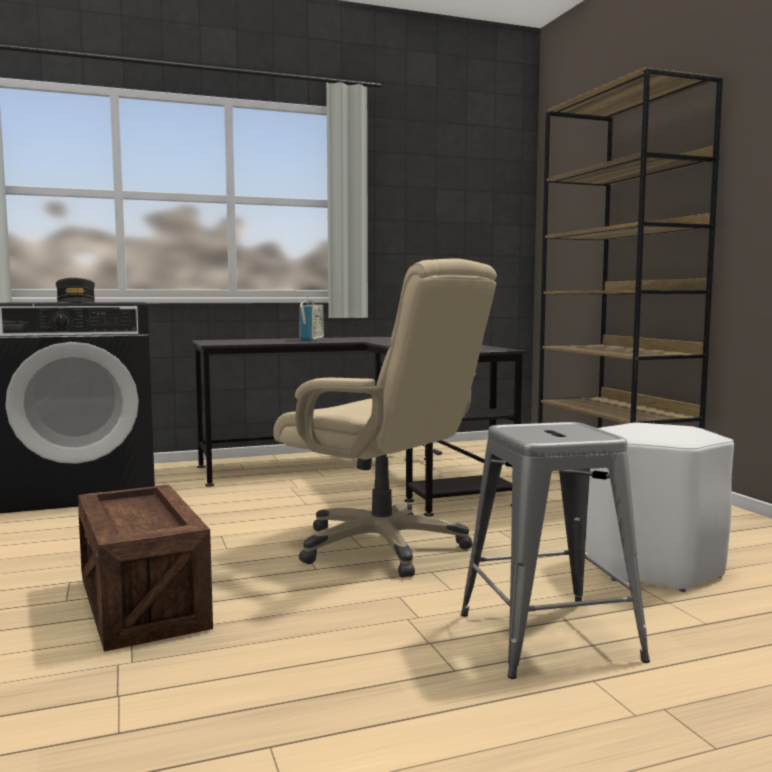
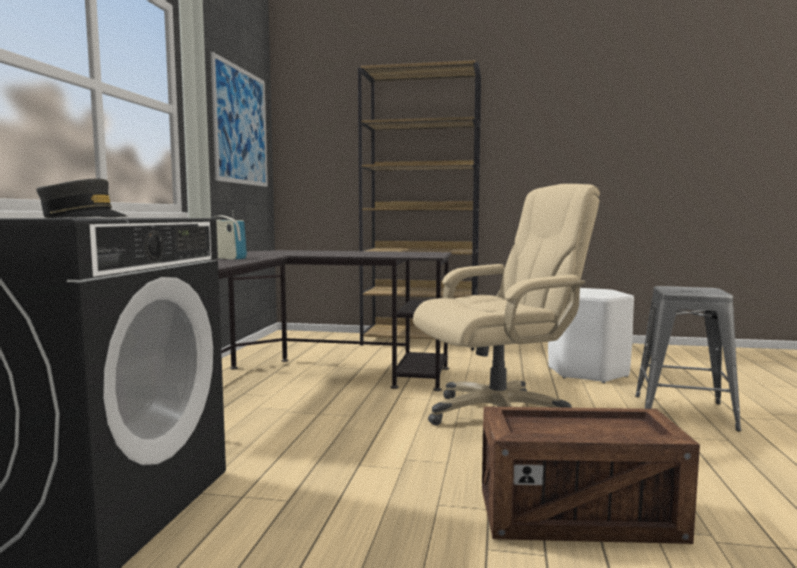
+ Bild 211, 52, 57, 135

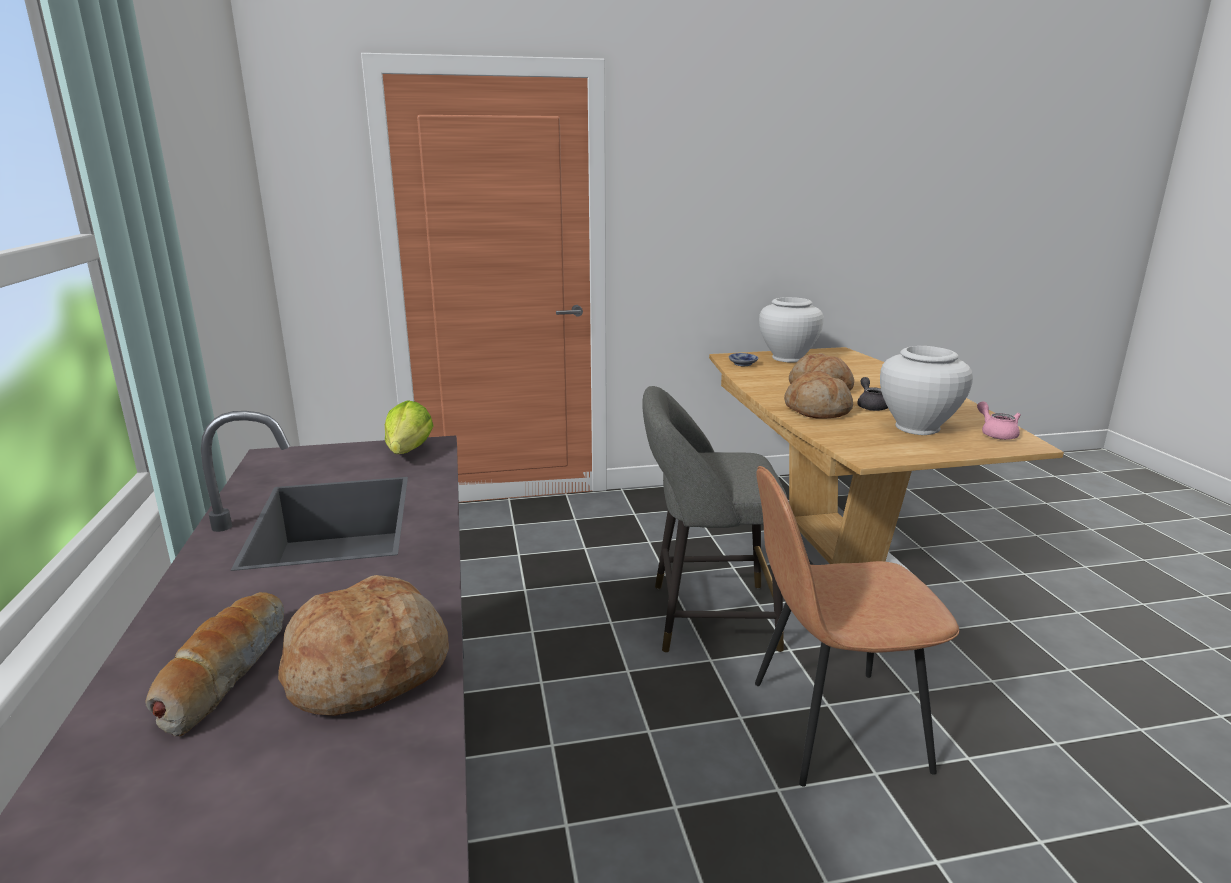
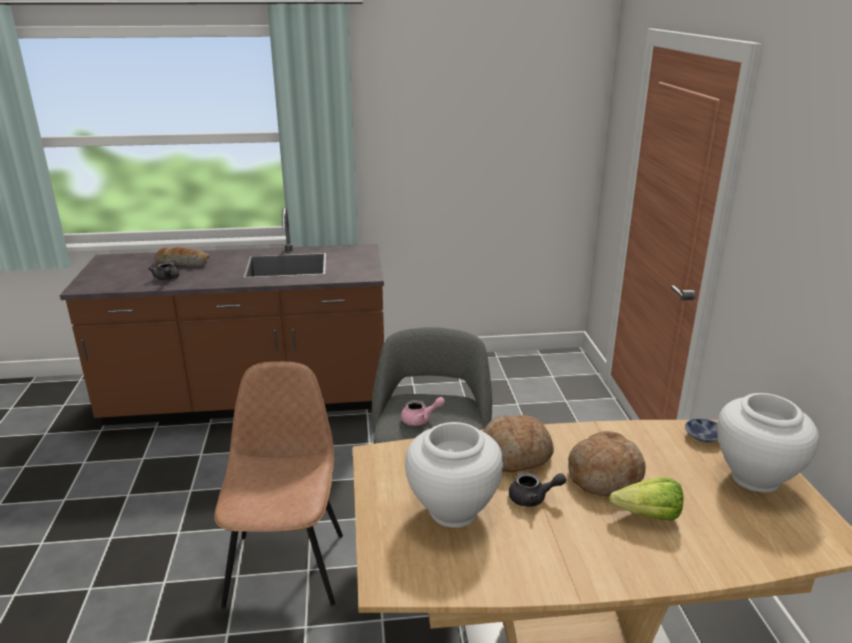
~ Salatkopf 385, 400, 49, 54 to 609, 477, 75, 44
~ Teekanne/rosa 977, 401, 44, 39 to 401, 397, 44, 29
~ Brot 278, 575, 171, 141 to Teekanne/grau 149, 262, 30, 18

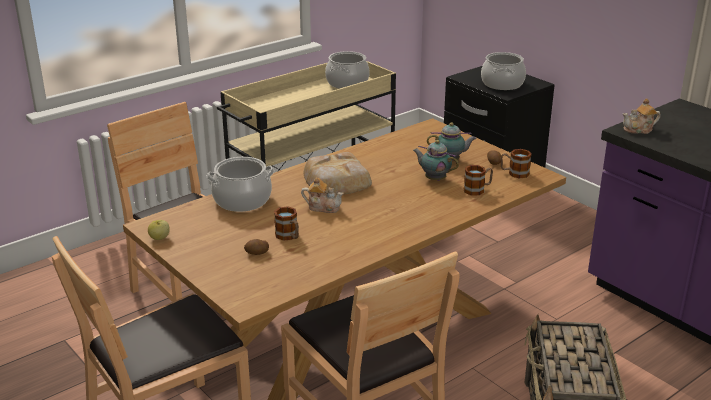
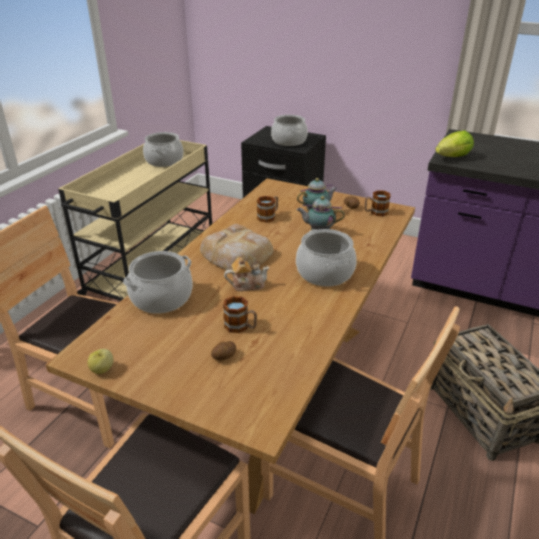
+ Kochtopf 296, 229, 61, 58
~ Henkelbecher 464, 165, 29, 30 to 257, 196, 21, 27
~ Teekanne 623, 98, 38, 36 to Salatkopf 435, 130, 39, 27

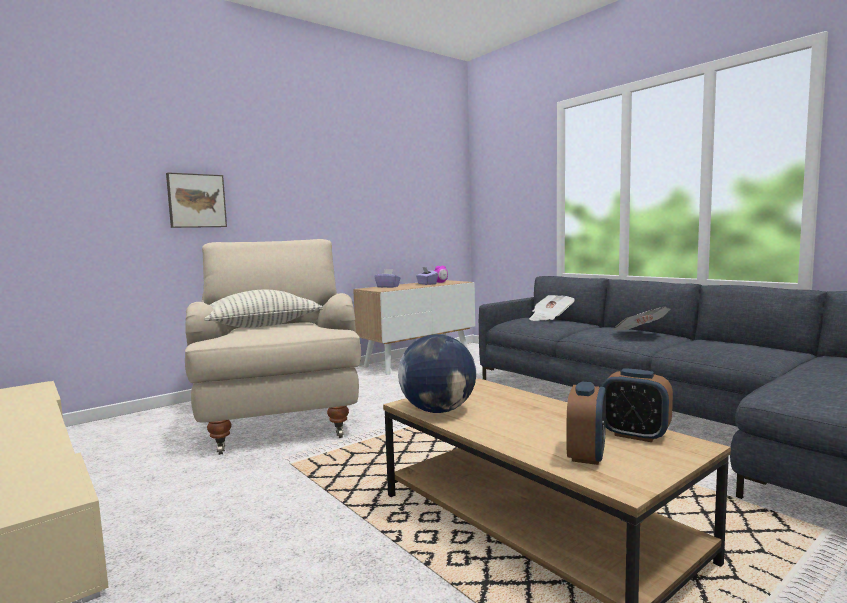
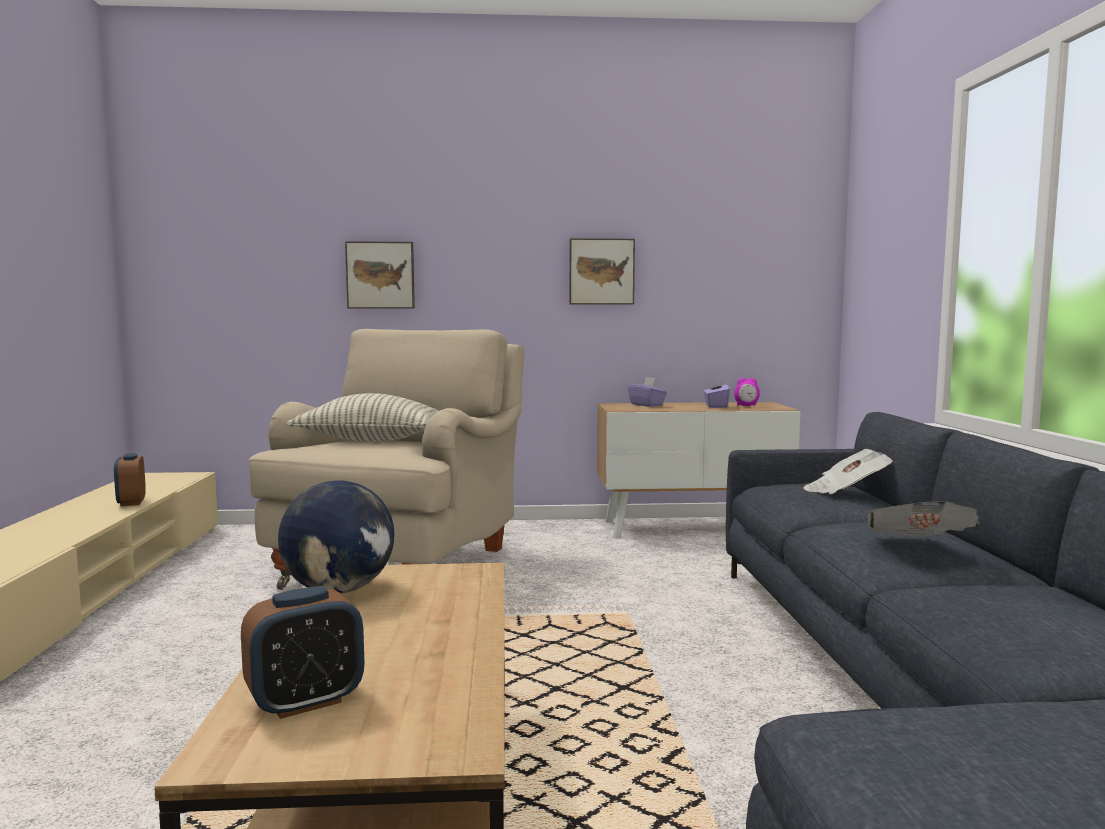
+ Bild 569, 238, 66, 66
~ Wecker 602, 368, 71, 74 to 114, 453, 32, 53

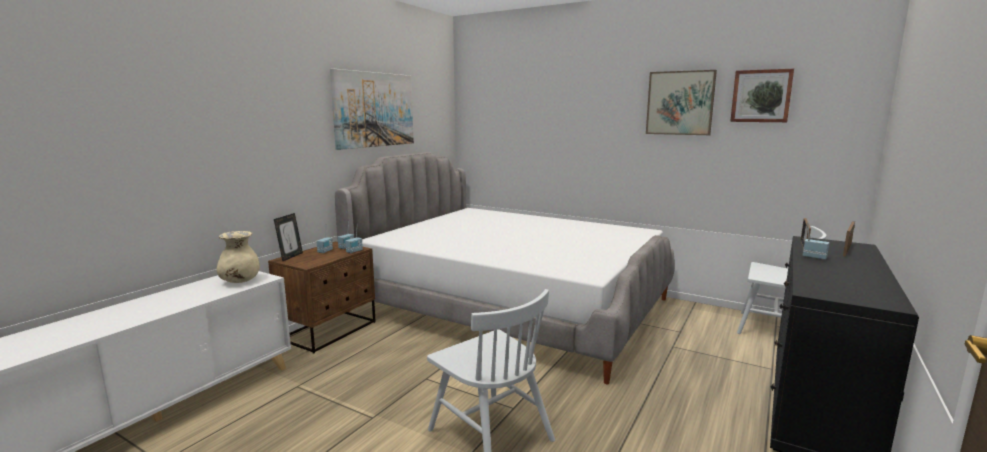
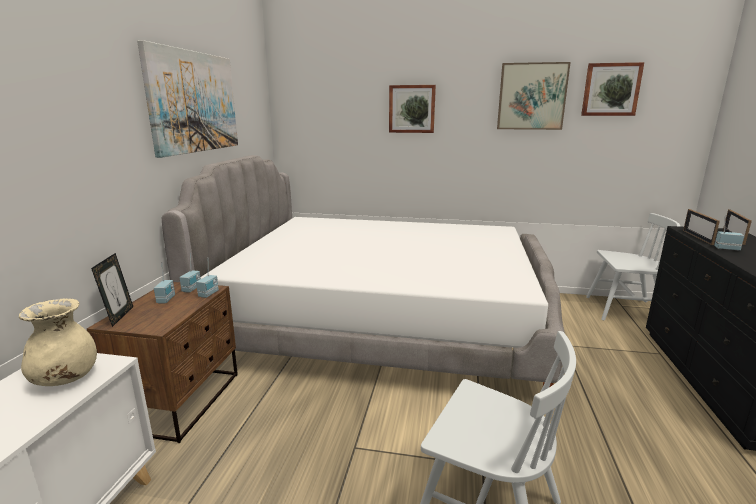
+ Bild 389, 85, 47, 48

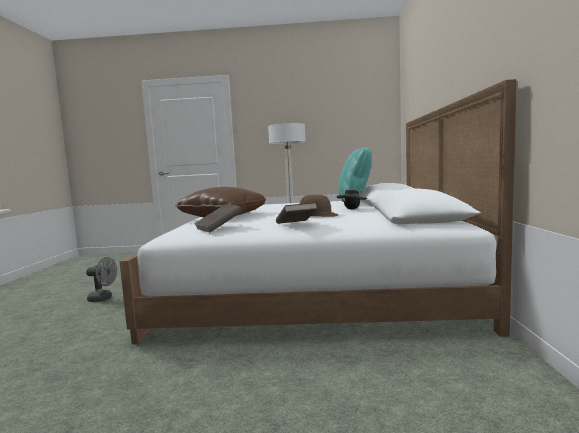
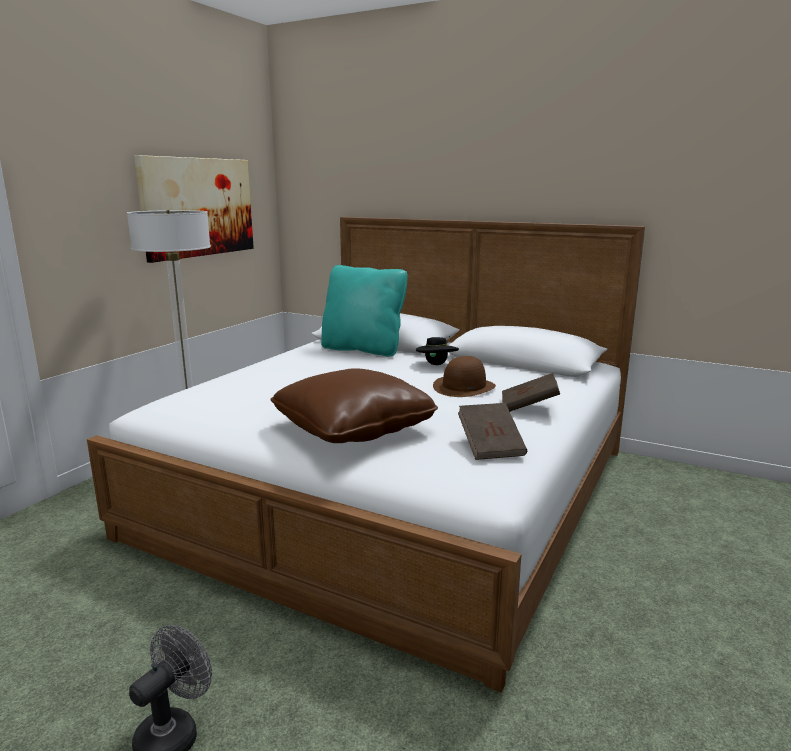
+ Bild 134, 155, 120, 108

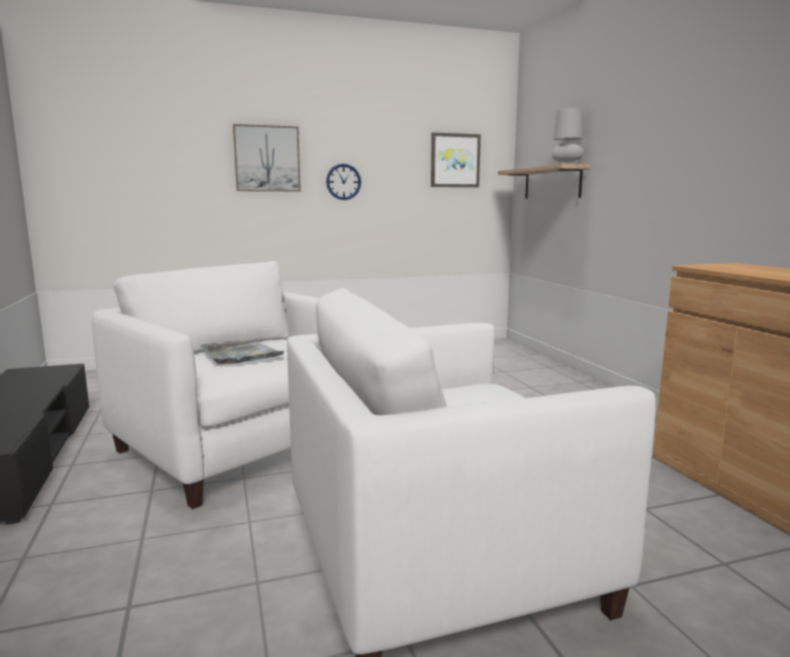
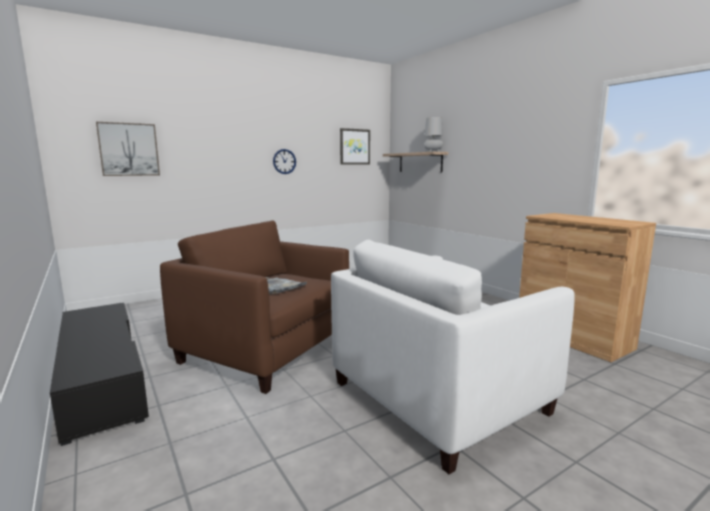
~ Bild 233, 124, 68, 67 to 96, 122, 64, 54
~ Sessel/weiß 92, 261, 228, 248 to Sessel/braun 160, 220, 189, 174

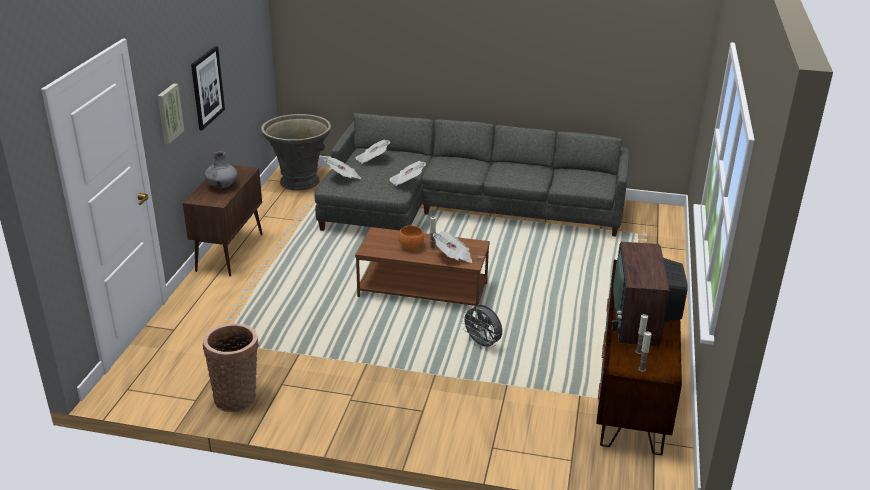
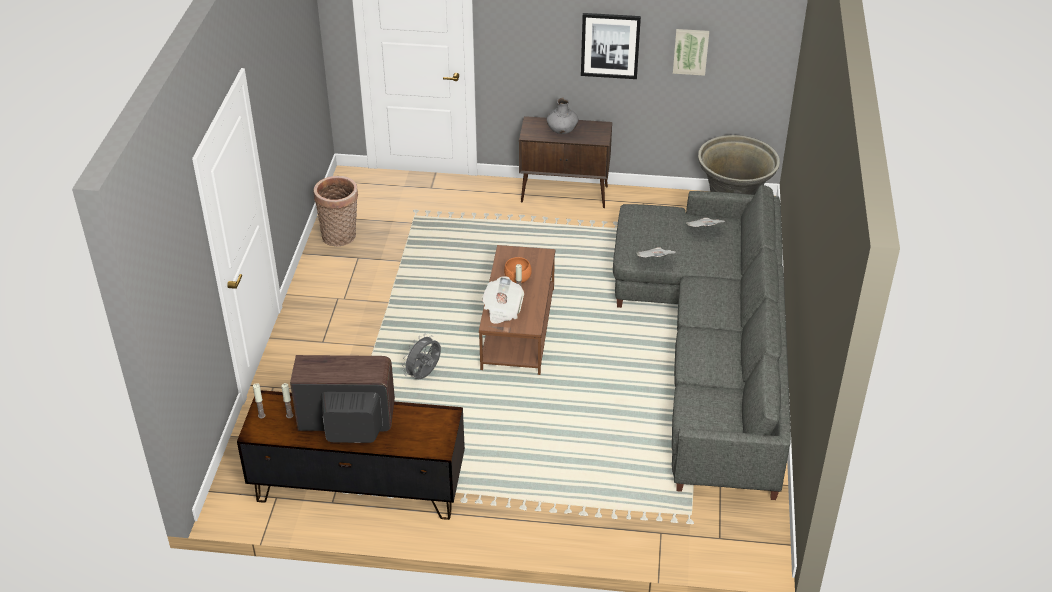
- Zeitung 324, 158, 38, 21
~ Bild 158, 83, 26, 61 to 673, 29, 36, 47

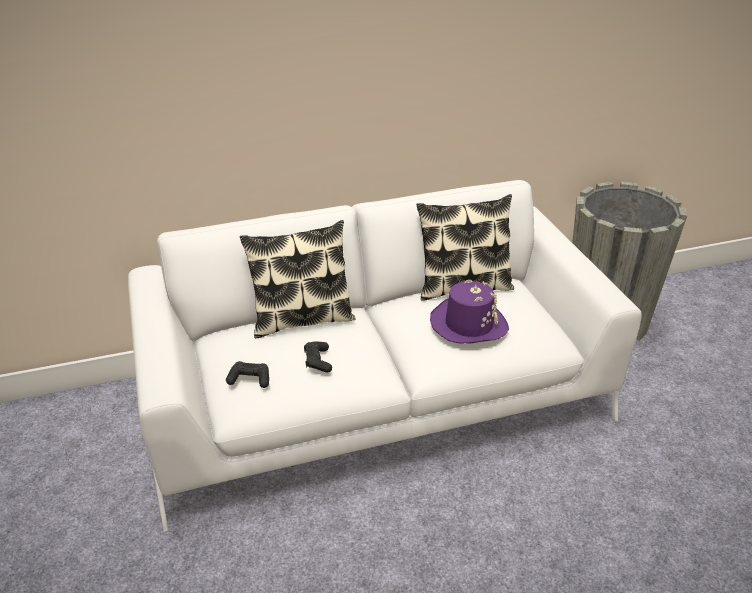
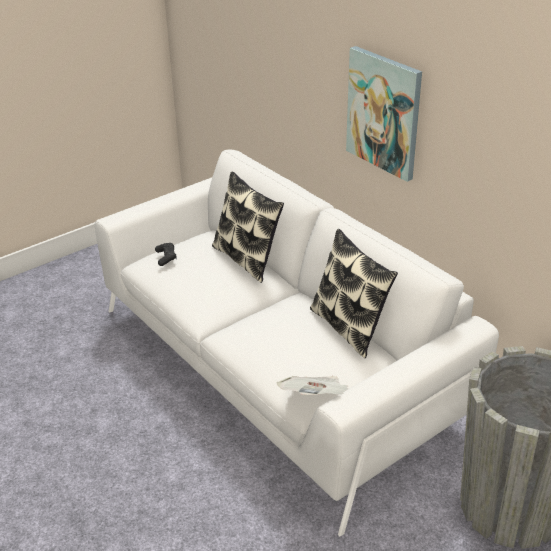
- Gamepad/schwarz 304, 341, 28, 32
- Hut/lila 430, 279, 79, 65
+ Zeitung 276, 376, 73, 19
+ Bild 346, 46, 76, 136

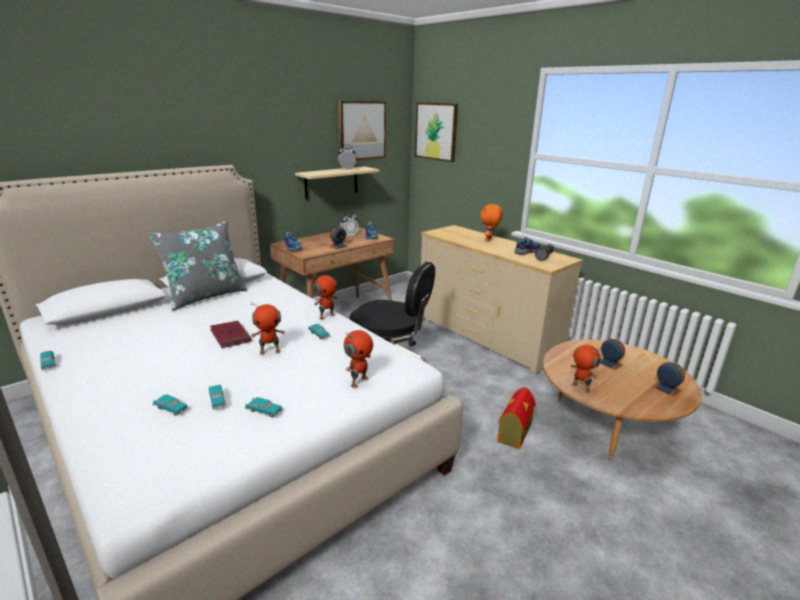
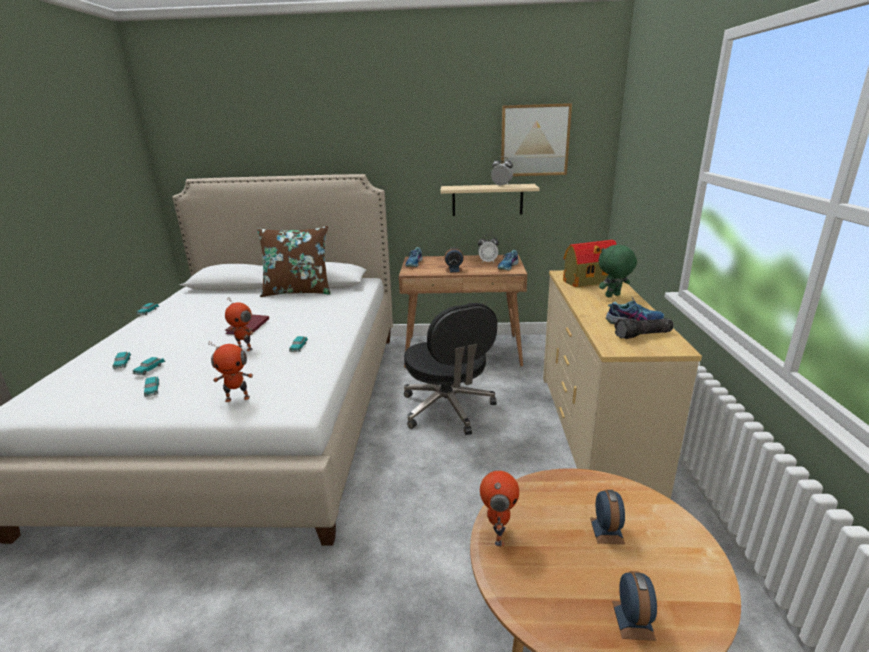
- Spielzeugroboter 313, 274, 25, 46
- Bild 415, 102, 43, 60
~ Spielzeughaus 497, 387, 39, 62 to 563, 240, 54, 48
~ Kissen/grau 149, 221, 98, 90 to Kissen/braun 257, 226, 74, 71
~ Plüschtier/orange 480, 204, 23, 37 to Plüschtier/grün 599, 245, 38, 52

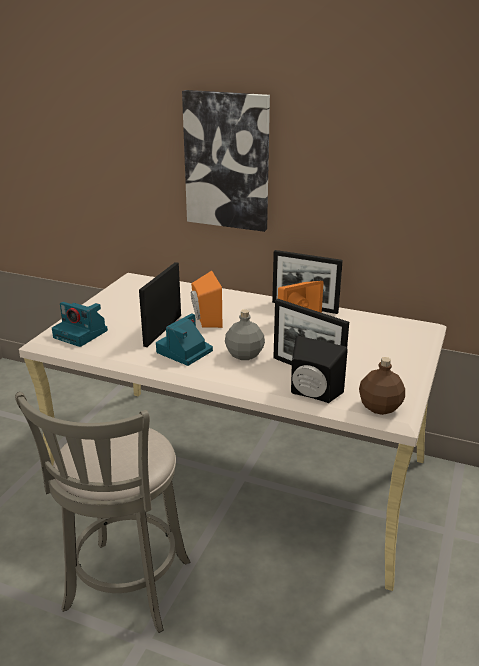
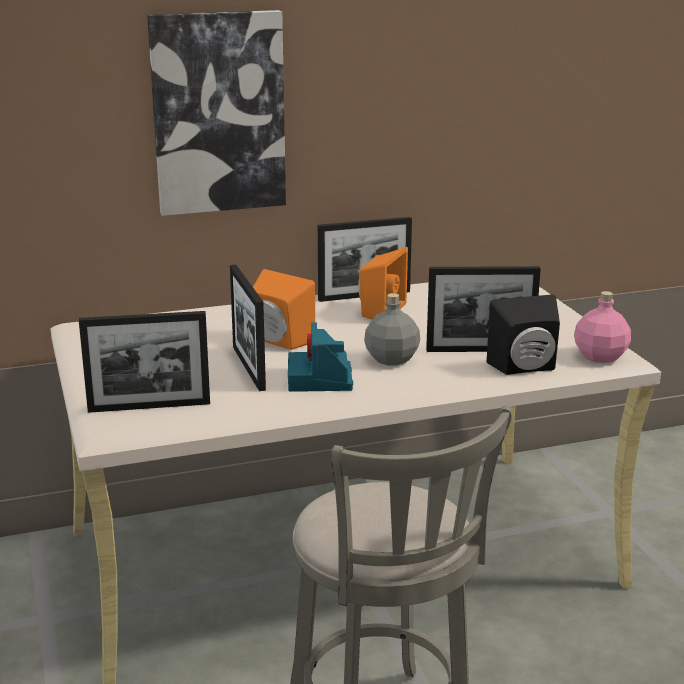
~ Kamera 52, 302, 56, 45 to Bilderrahmen 79, 311, 131, 102
~ Flasche/braun 359, 357, 46, 58 to Flasche/rosa 574, 291, 57, 72

